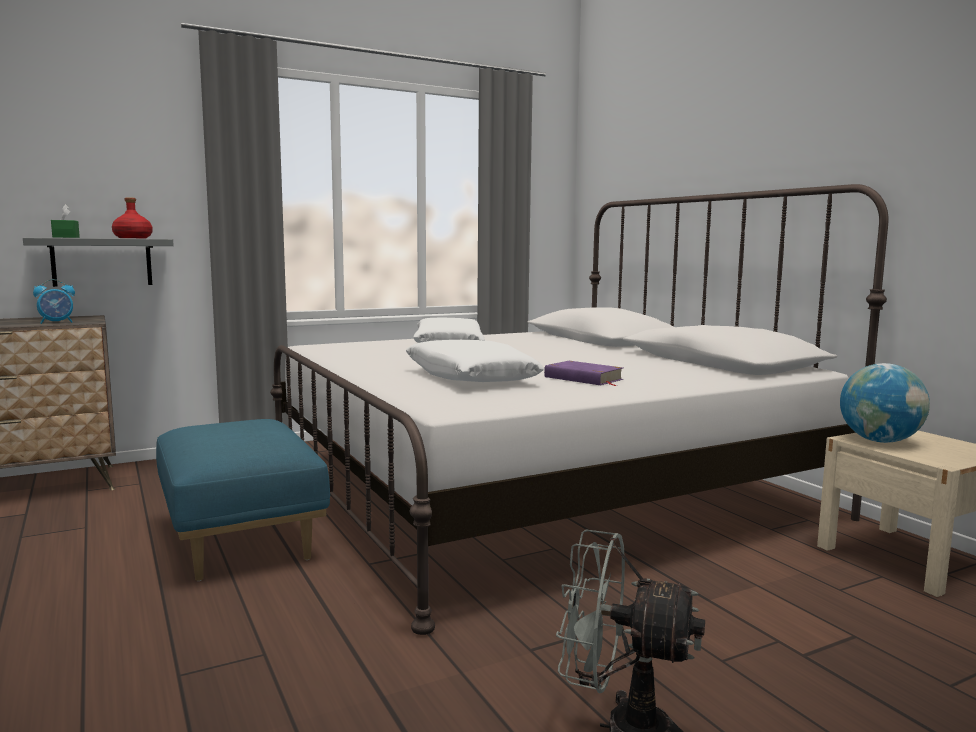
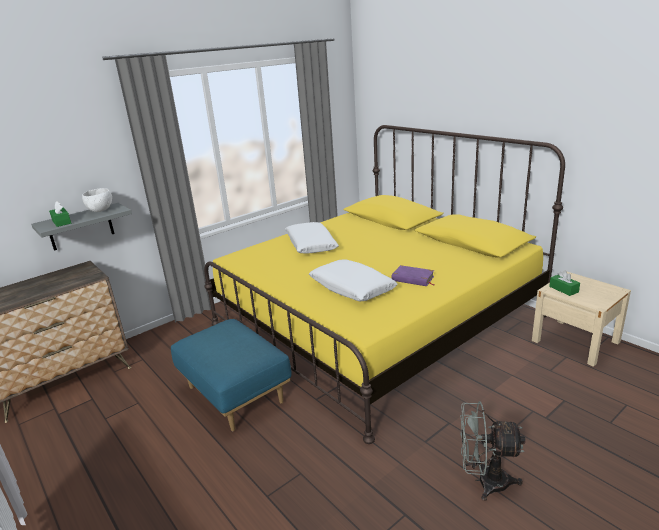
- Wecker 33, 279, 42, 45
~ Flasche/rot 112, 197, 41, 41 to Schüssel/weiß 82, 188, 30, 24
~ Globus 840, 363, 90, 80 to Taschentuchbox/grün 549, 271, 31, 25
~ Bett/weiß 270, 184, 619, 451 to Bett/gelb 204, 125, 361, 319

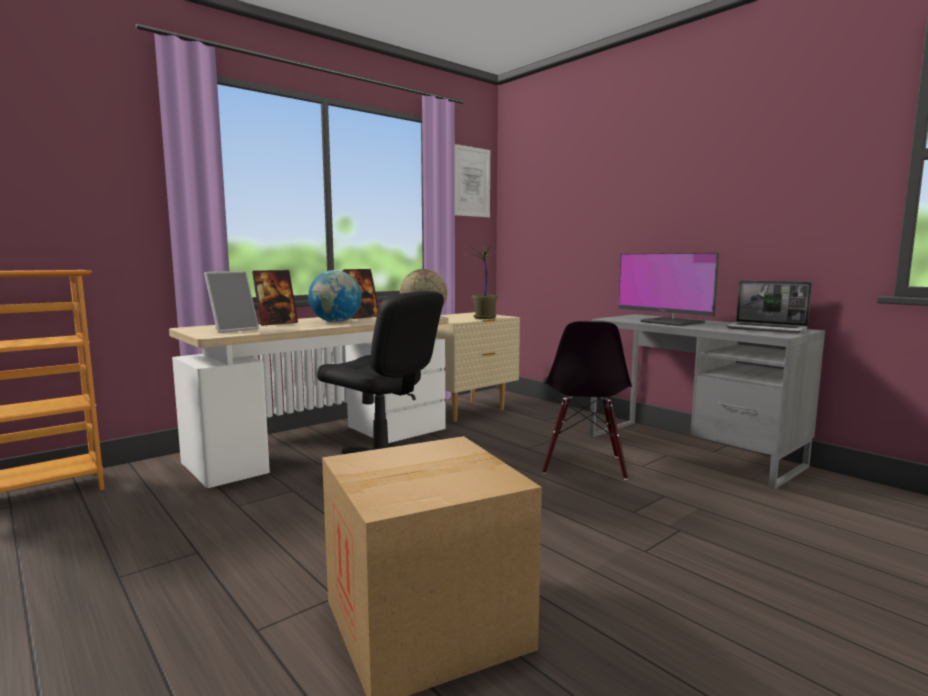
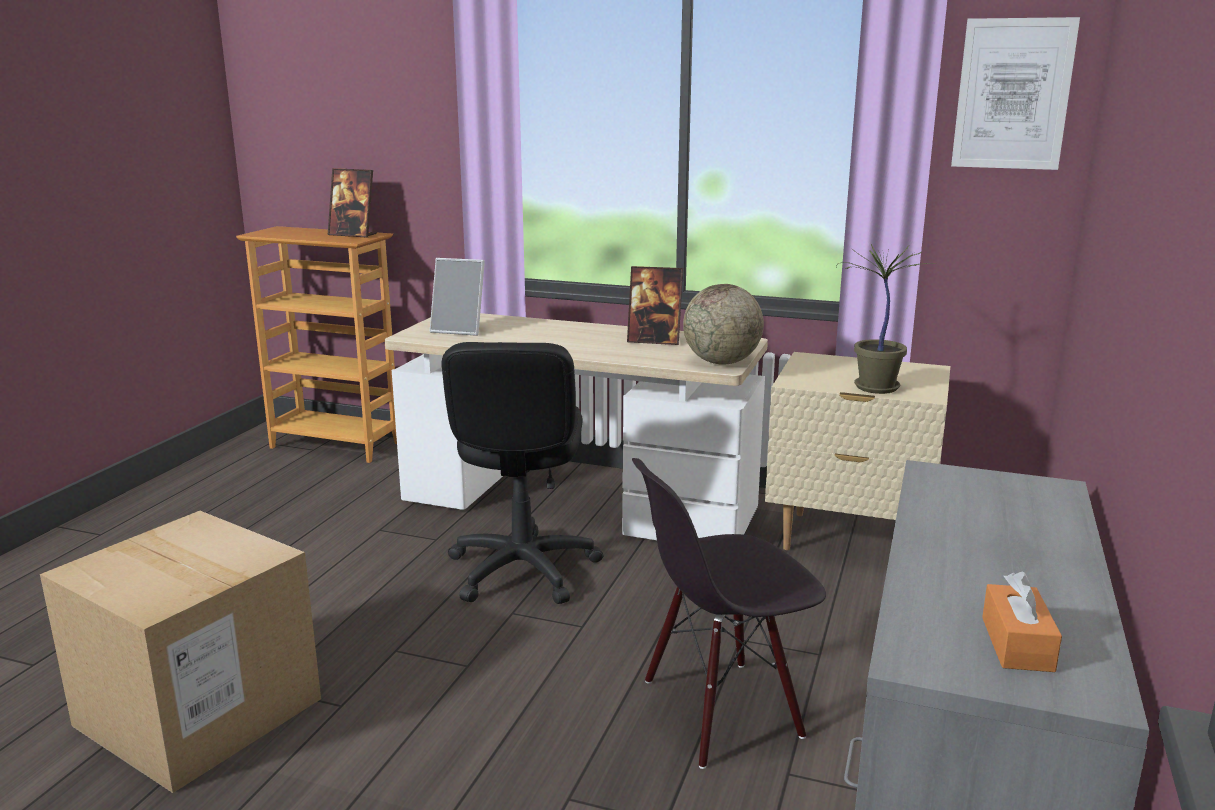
- Globus 308, 270, 54, 52
- Monitor 618, 253, 101, 73
~ Bilderrahmen 252, 270, 46, 56 to 328, 168, 49, 70
~ Laptop 725, 280, 87, 53 to Taschentuchbox/orange 982, 572, 80, 100

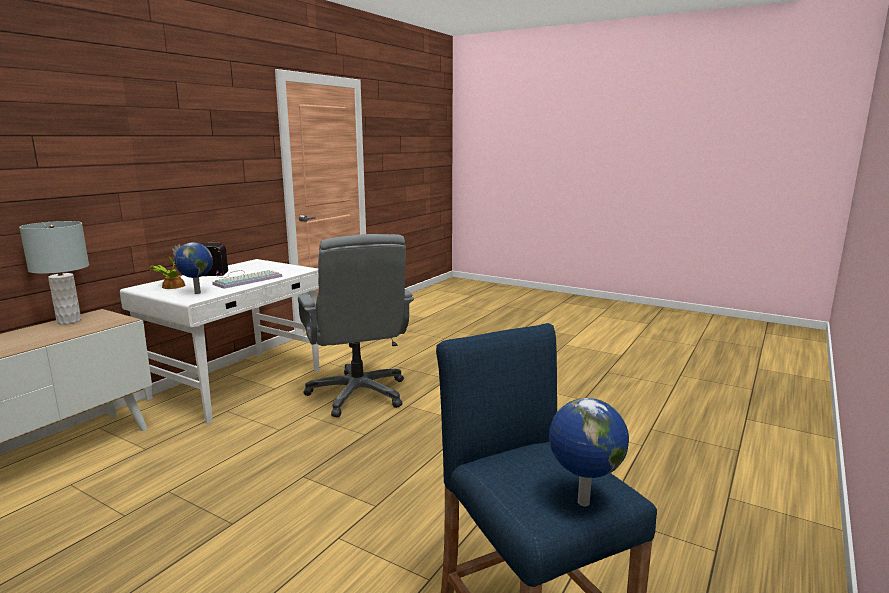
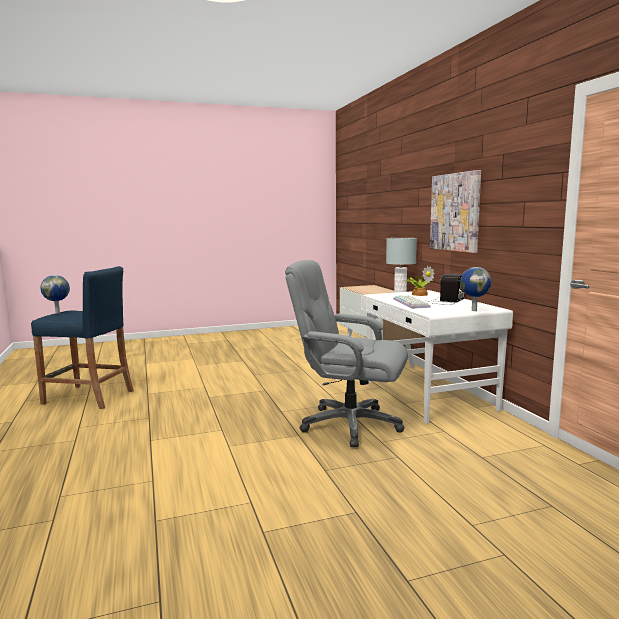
+ Bild 430, 170, 51, 83
~ Globus 175, 243, 38, 51 to 460, 267, 32, 44

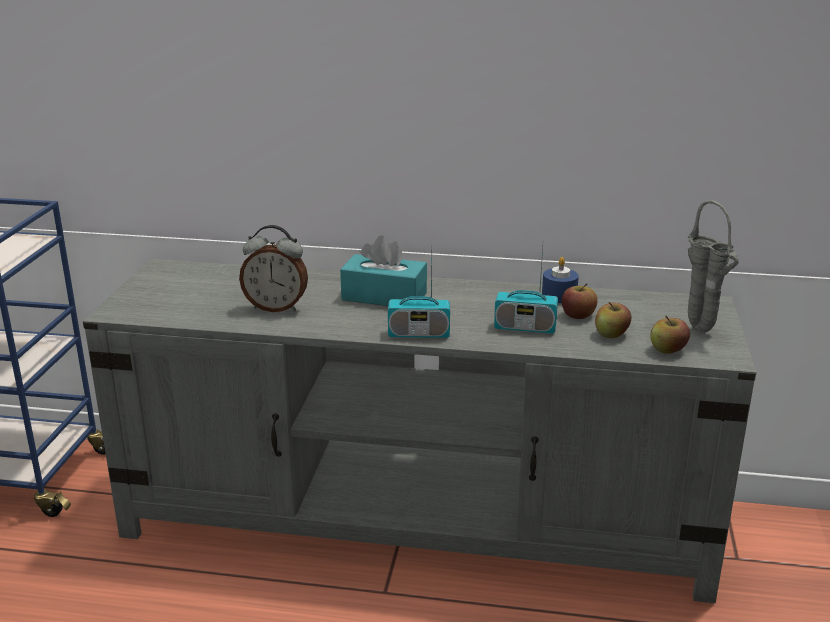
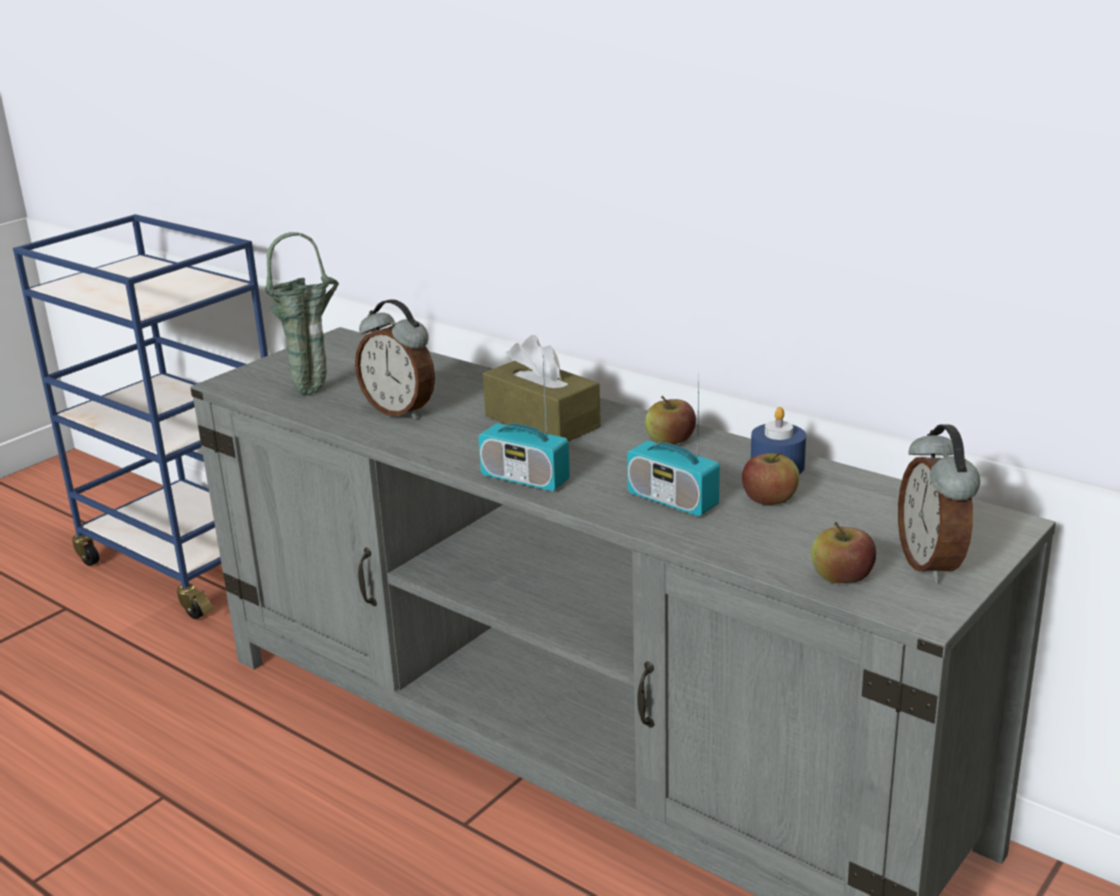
+ Vase/grün 265, 232, 74, 164
~ Apfel 595, 302, 37, 36 to 645, 396, 51, 49
~ Vase/grau 688, 200, 51, 133 to Wecker 898, 424, 82, 159
~ Taschentuchbox/türkis 340, 235, 87, 71 to Taschentuchbox/braun 483, 335, 118, 107

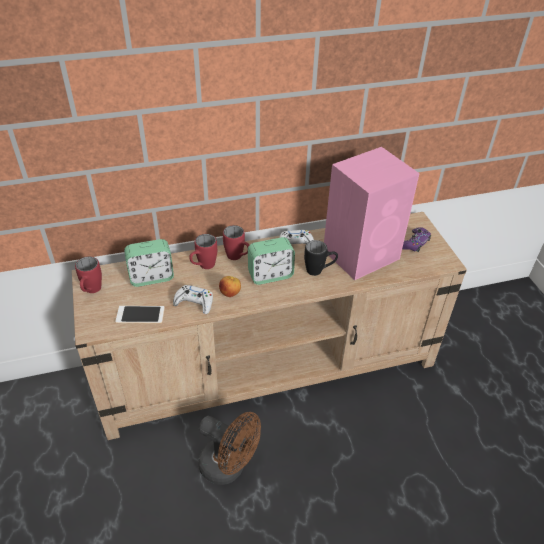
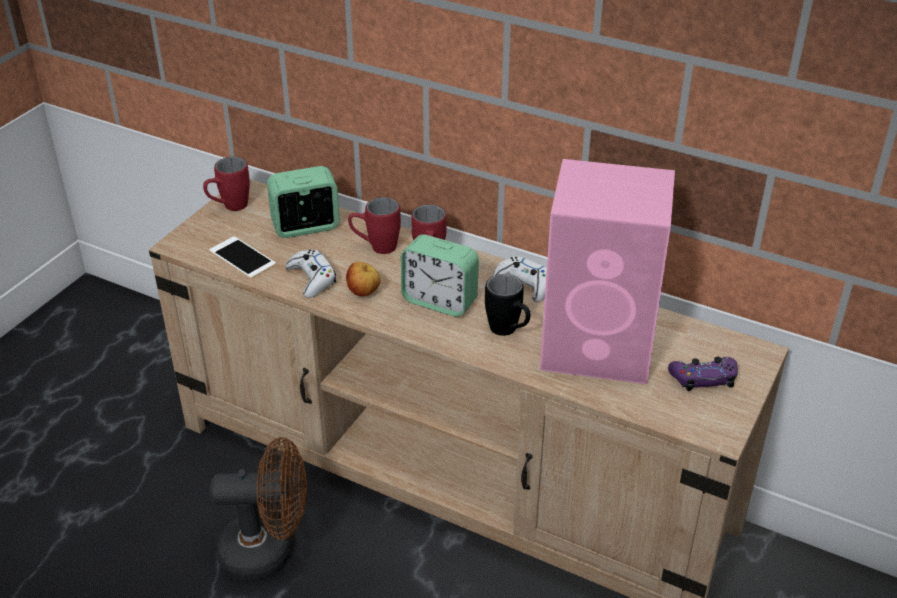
~ Wecker 124, 239, 50, 48 = 267, 166, 72, 72 135 degrees clockwise
~ Ventilator/braun 198, 412, 63, 73 = 210, 437, 97, 143 75 degrees counterclockwise

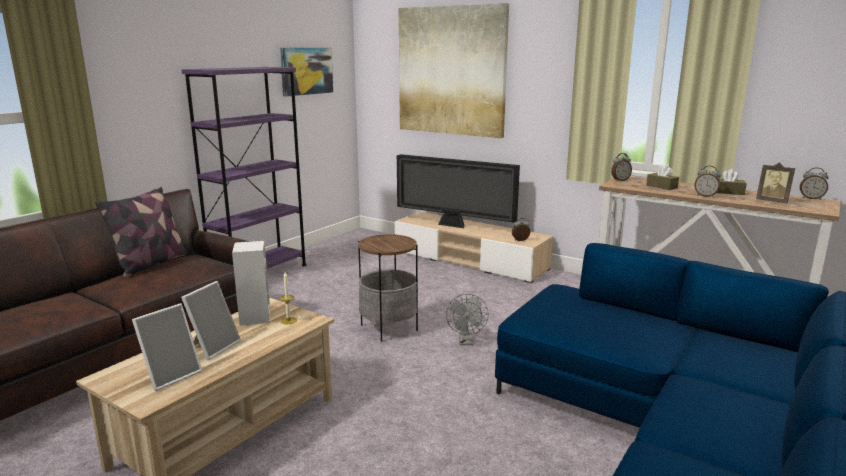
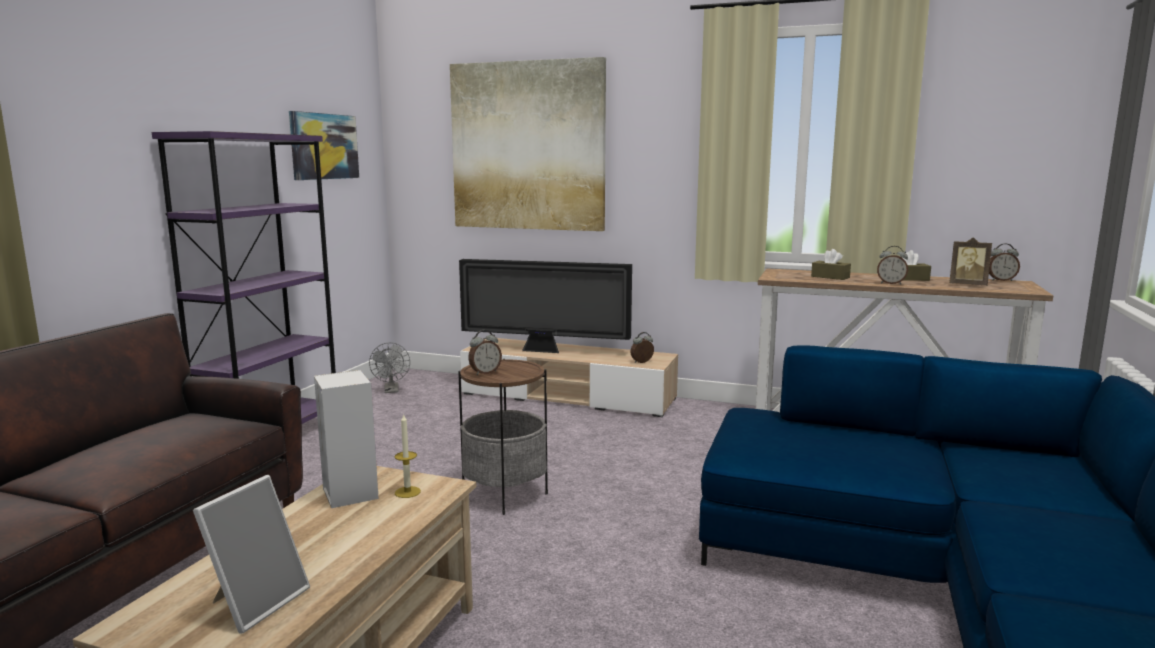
- Kissen 95, 187, 93, 91
- Bilderrahmen 181, 281, 60, 79
~ Ventilator/grau 446, 294, 43, 51 to 369, 342, 41, 51
~ Wecker 611, 153, 21, 28 to 468, 330, 34, 45

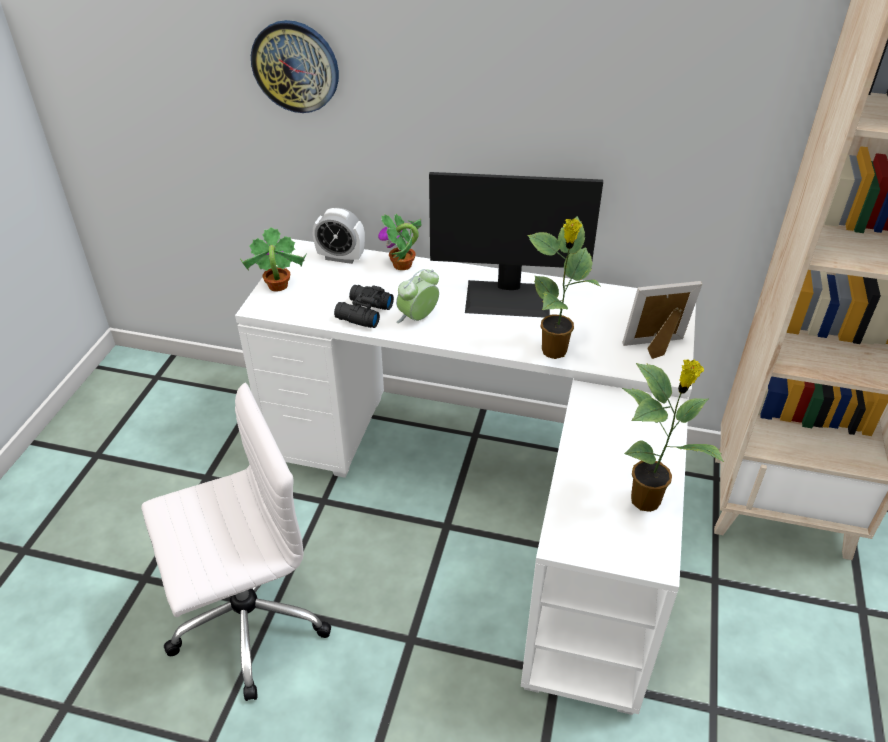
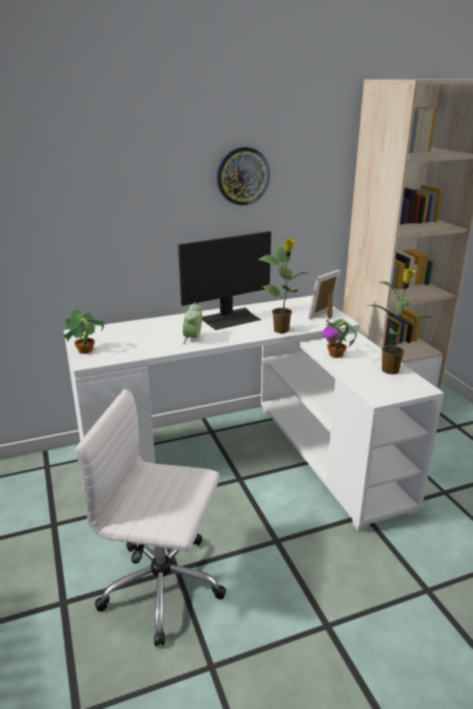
- Wecker 313, 208, 52, 56
- Fernglas/schwarz 334, 285, 60, 43
~ Wanduhr 251, 20, 88, 93 to 216, 147, 54, 58
~ Topfpflanze 378, 214, 43, 56 to 322, 319, 35, 39
~ Bürostuhl/weiß 141, 383, 190, 318 = 75, 389, 151, 257 105 degrees counterclockwise

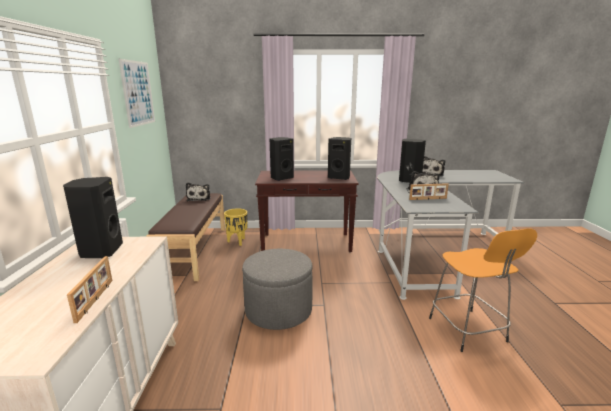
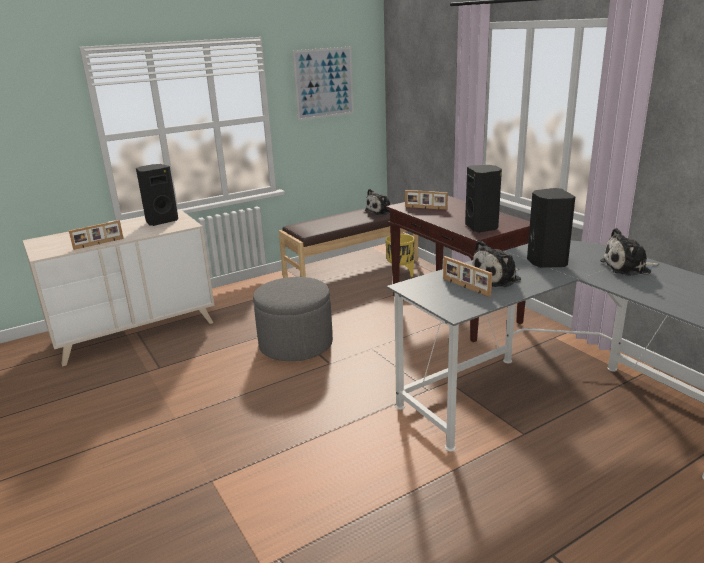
- Hocker/orange 429, 228, 108, 124
~ Lautsprecher/schwarz 270, 137, 24, 44 to Bilderrahmen 405, 190, 43, 20

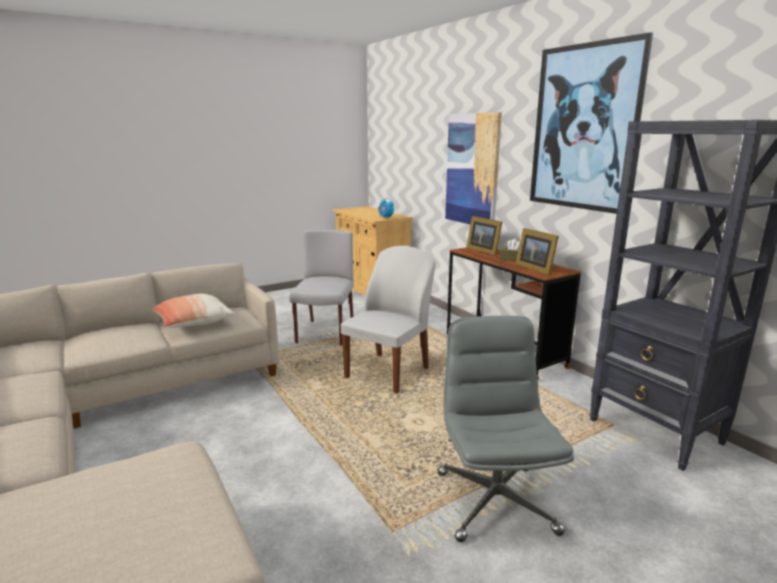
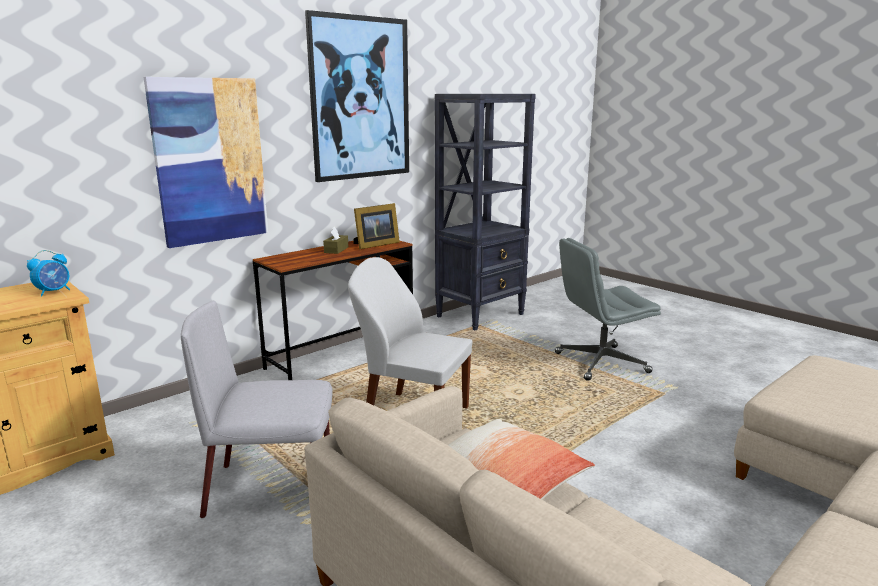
- Bilderrahmen 466, 216, 36, 40

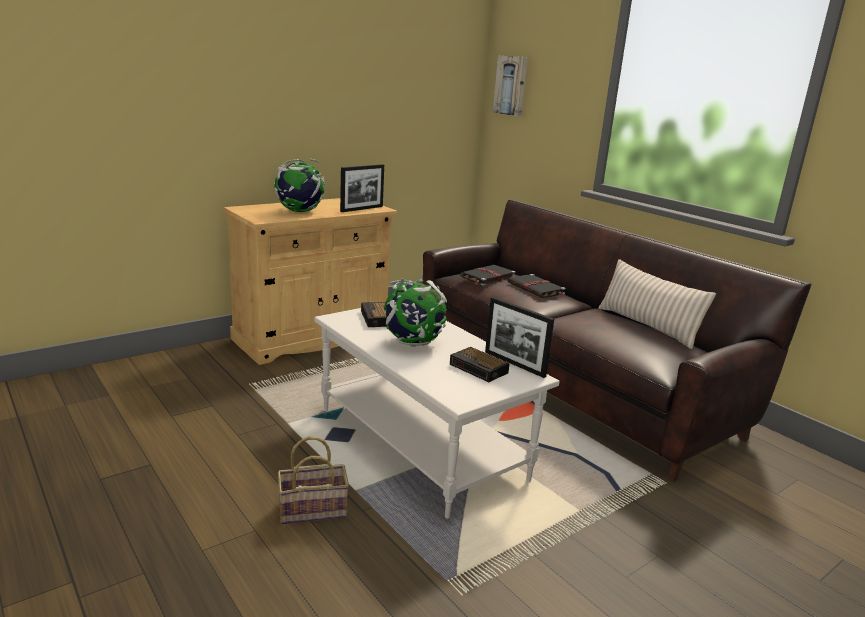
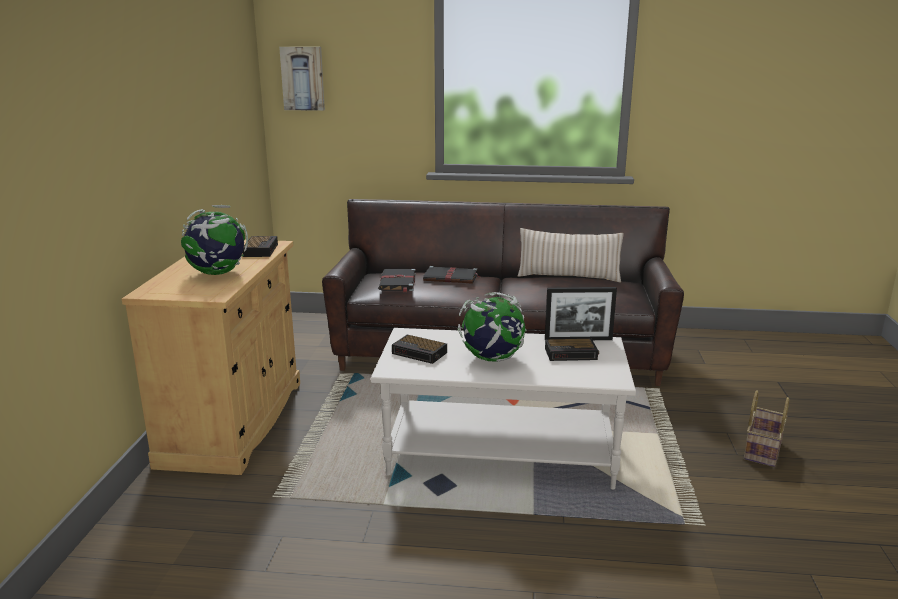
~ Korb 278, 436, 71, 88 to 744, 391, 45, 76
~ Bilderrahmen 340, 164, 44, 48 to Wecker 243, 236, 35, 21

